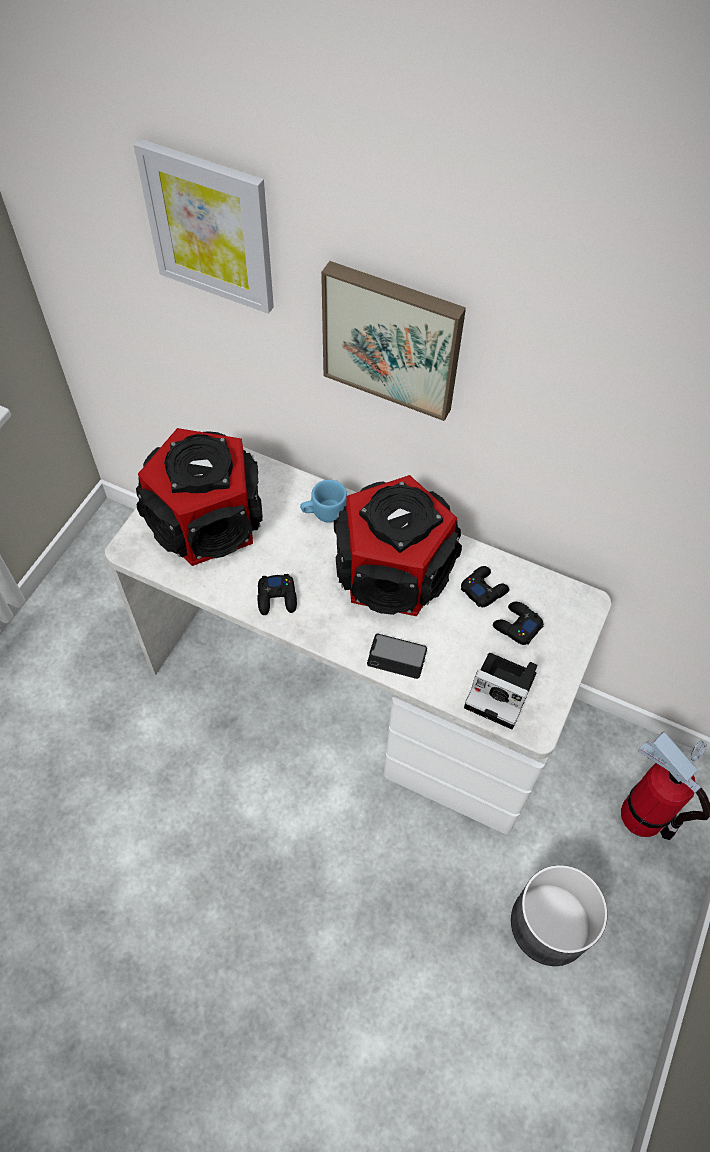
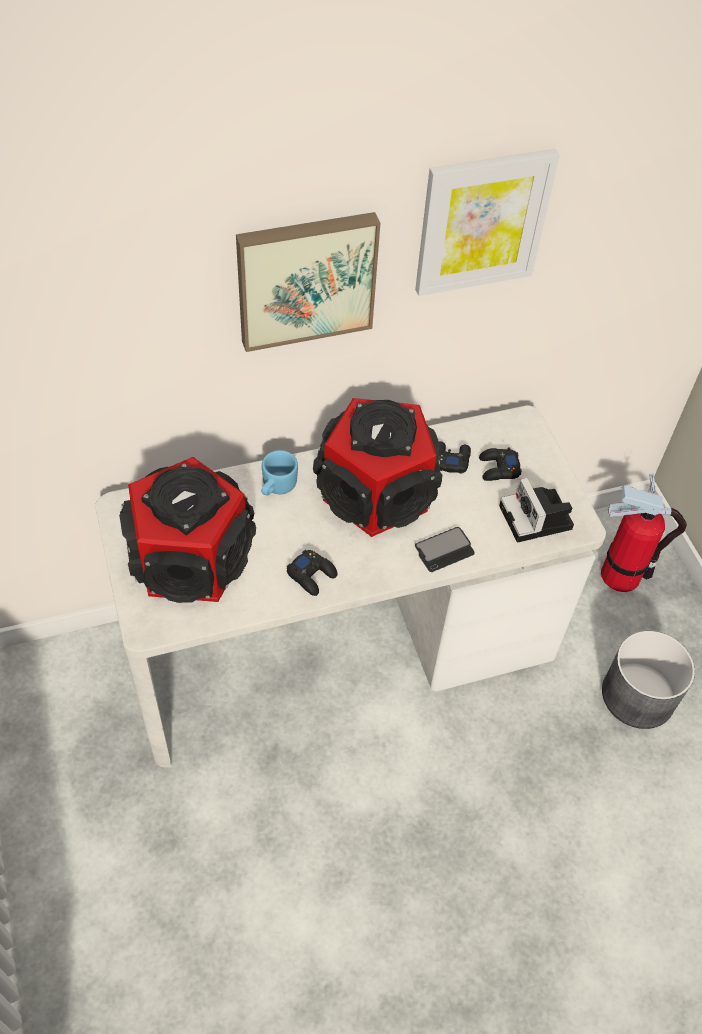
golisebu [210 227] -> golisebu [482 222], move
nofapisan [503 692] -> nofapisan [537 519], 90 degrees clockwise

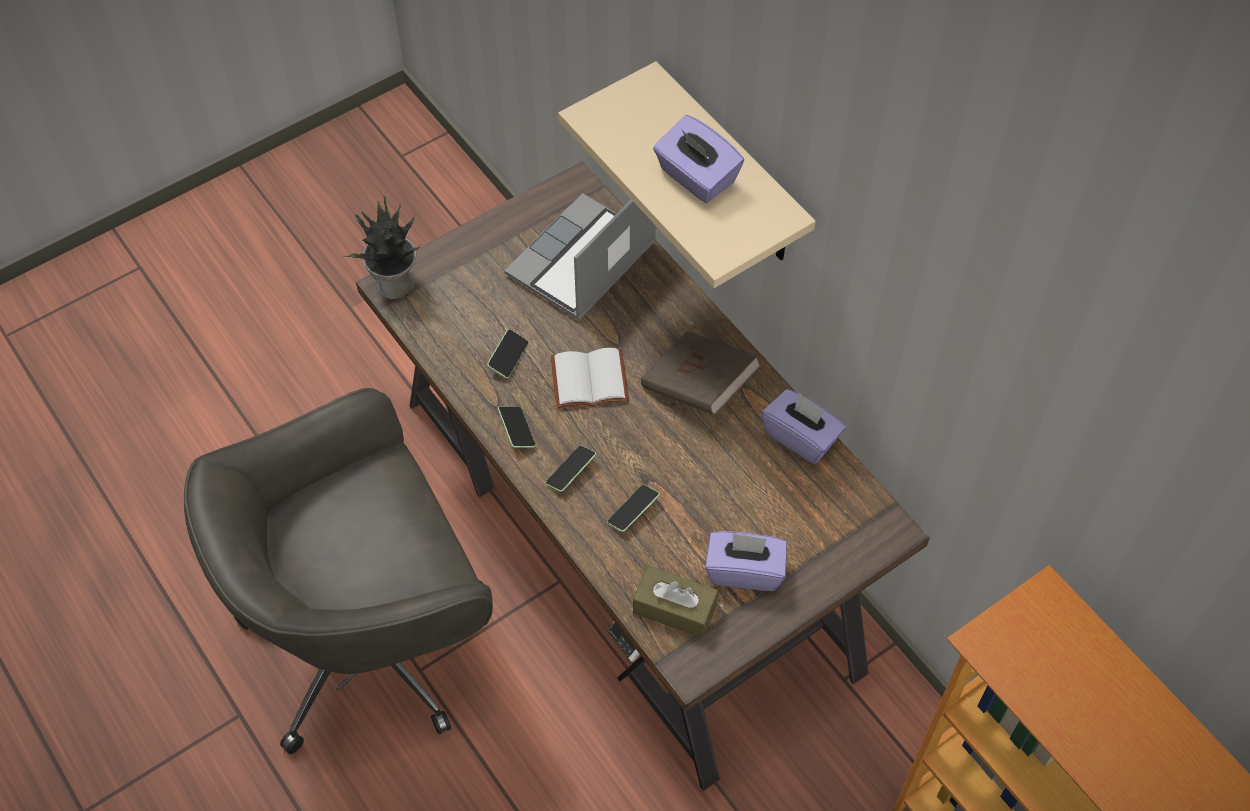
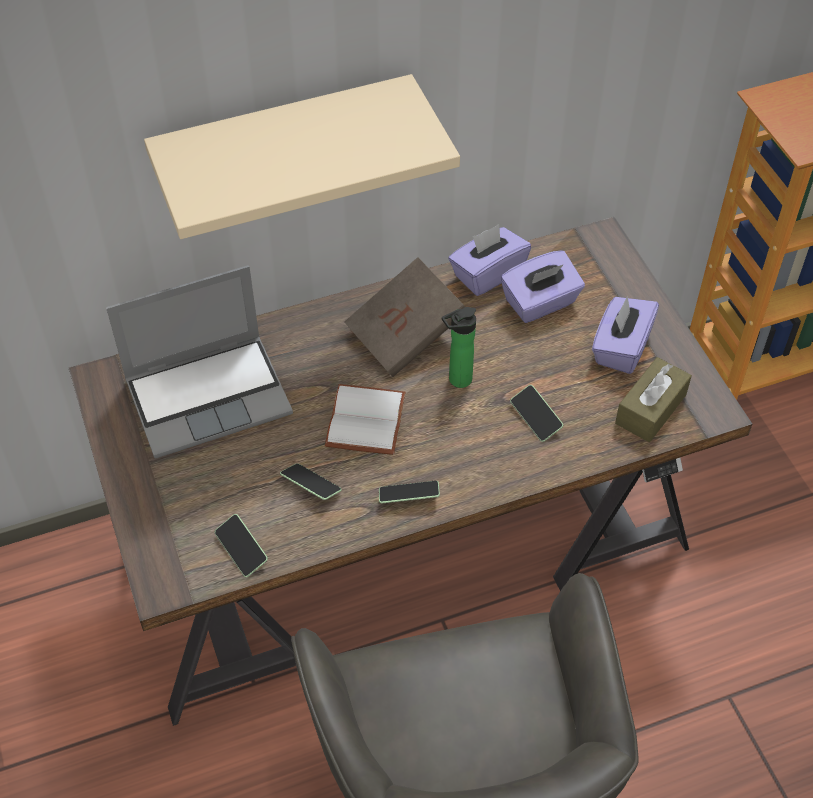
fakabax [395 285] -> none
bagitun [582 262] -> bagitun [210 395], 75 degrees counterclockwise
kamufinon [571 472] -> kamufinon [241 550], move
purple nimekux [696 177] -> purple nimekux [540 303], move
none -> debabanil [457 380]

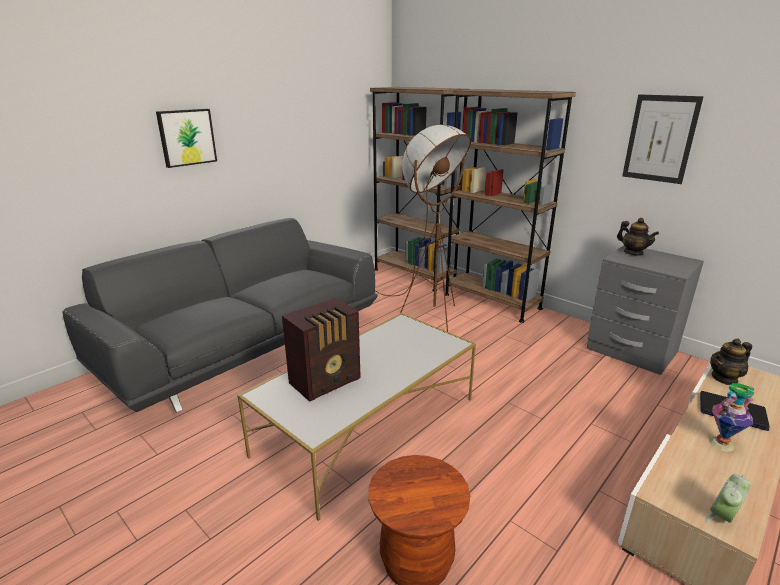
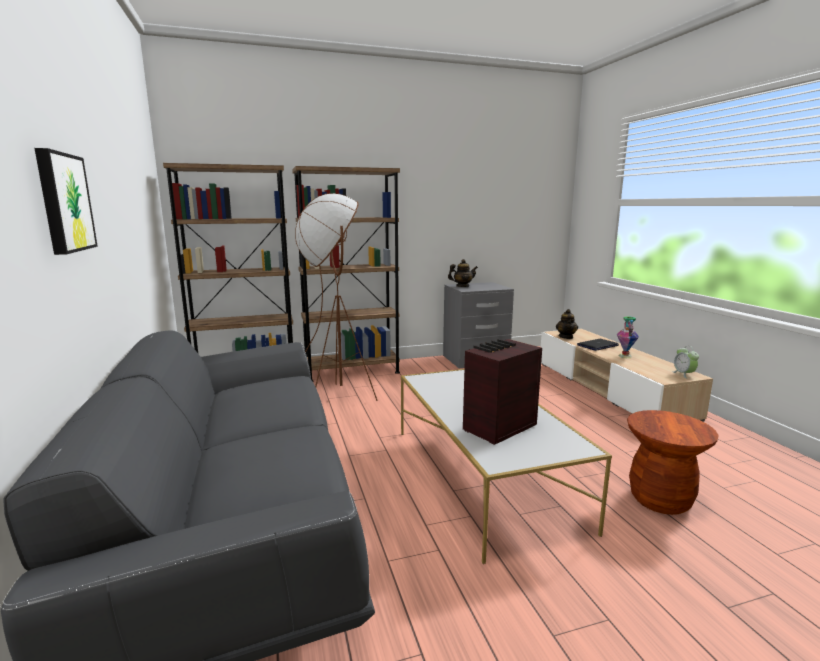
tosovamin [327 381] -> tosovamin [497 428], 120 degrees counterclockwise
golisebu [660 139] -> none

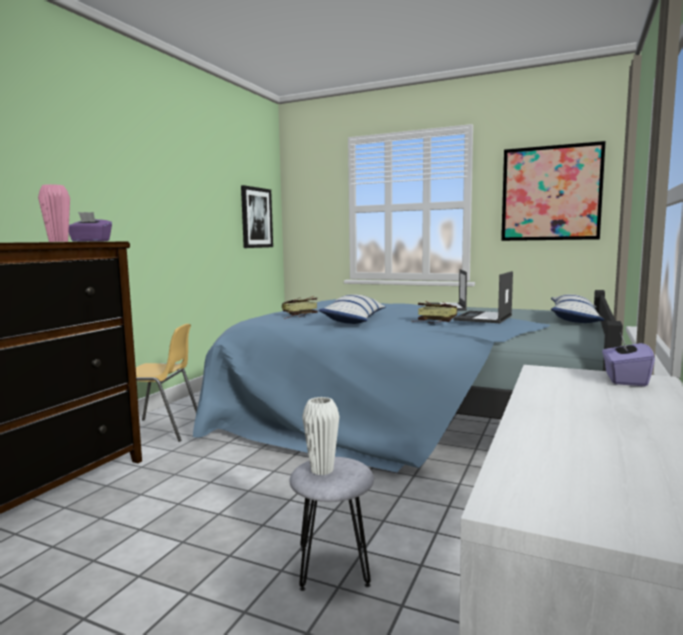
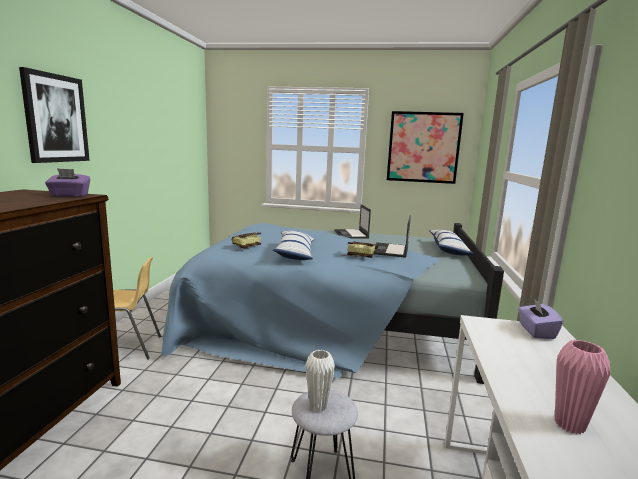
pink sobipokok [58 241] -> pink sobipokok [569 425], move
golisebu [256 217] -> golisebu [55 118], move

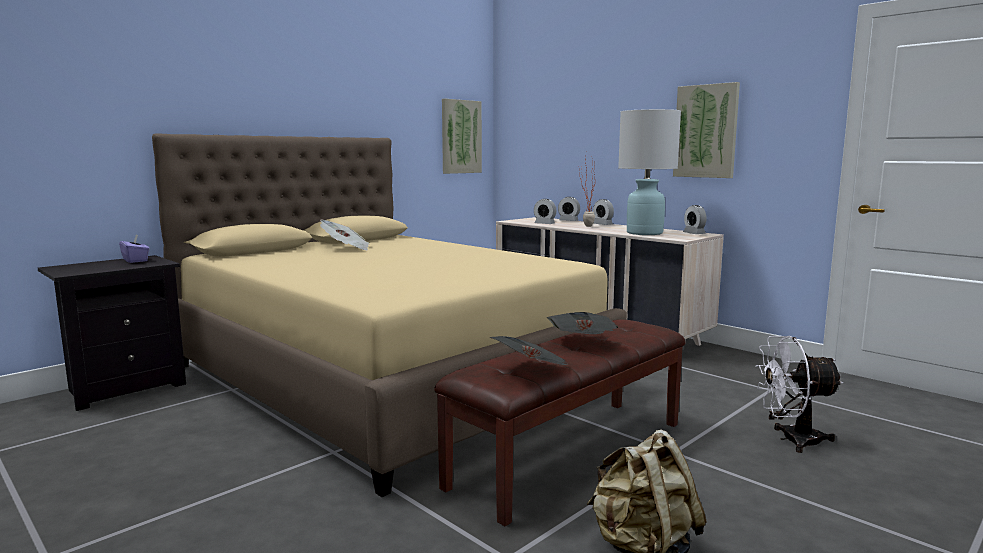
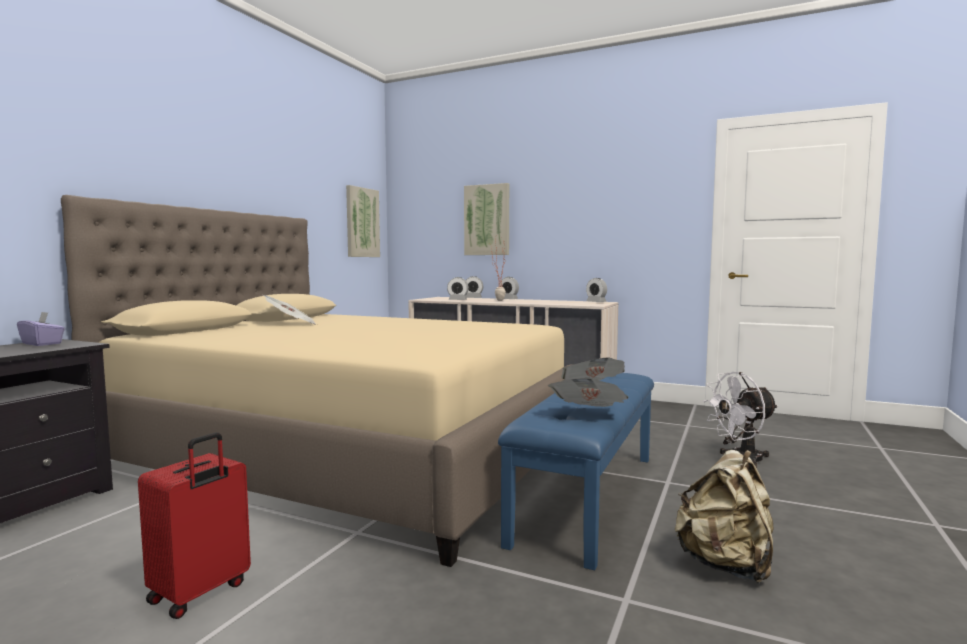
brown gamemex [569 453] -> blue gamemex [586 496]
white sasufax [645 233] -> none
golisebu [706 131] -> golisebu [487 220], move
none -> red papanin [200 593]

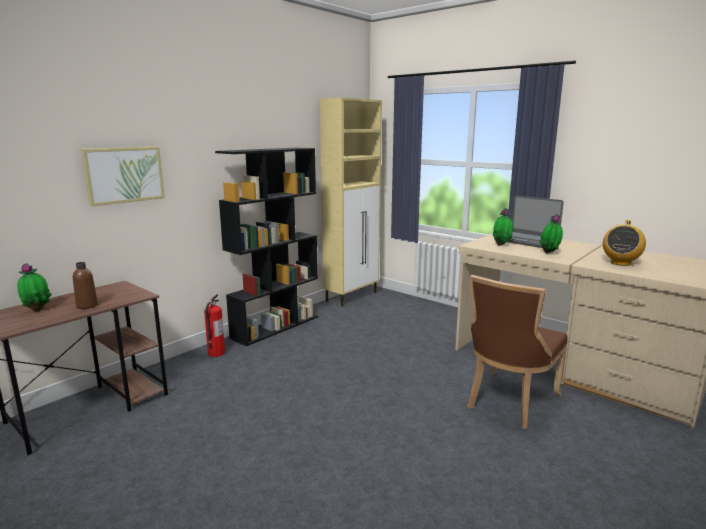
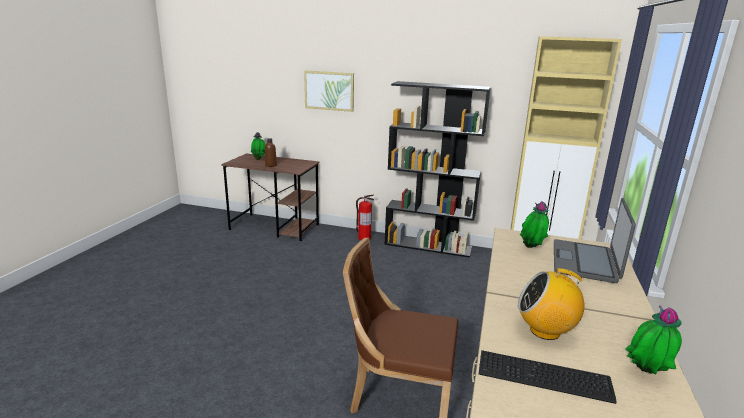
fakabax [549 253] -> fakabax [646 374], move
none -> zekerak [545 377]

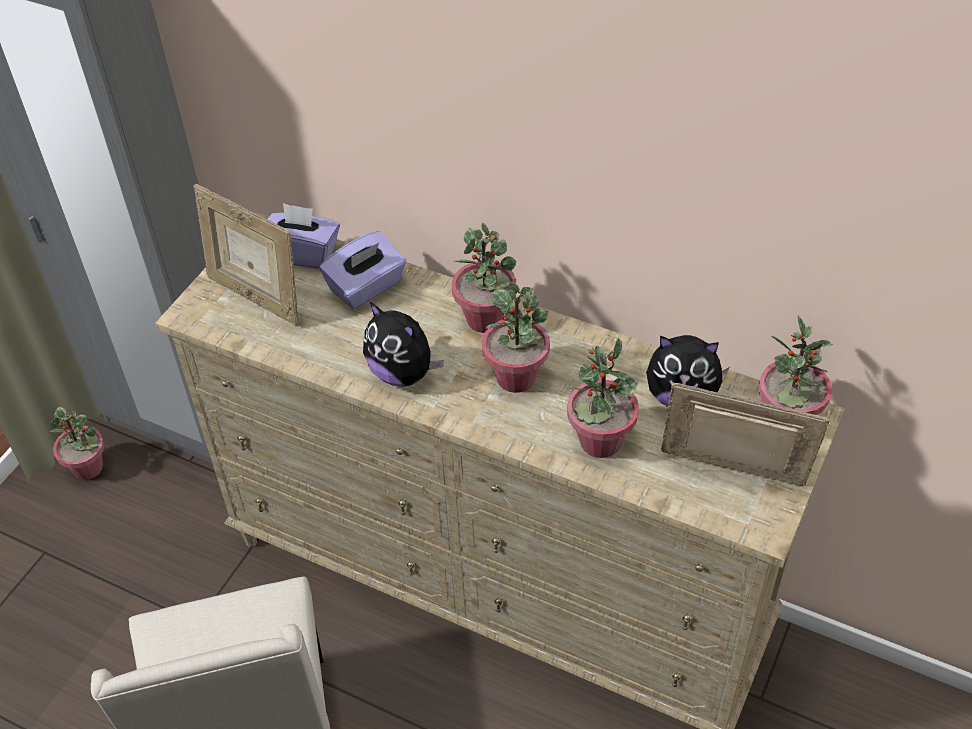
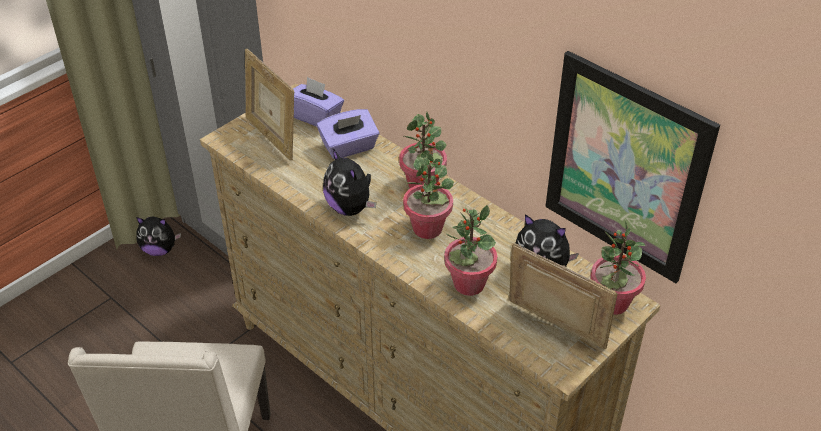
fakabax [88 468] -> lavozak [159 250]
none -> golisebu [625 168]

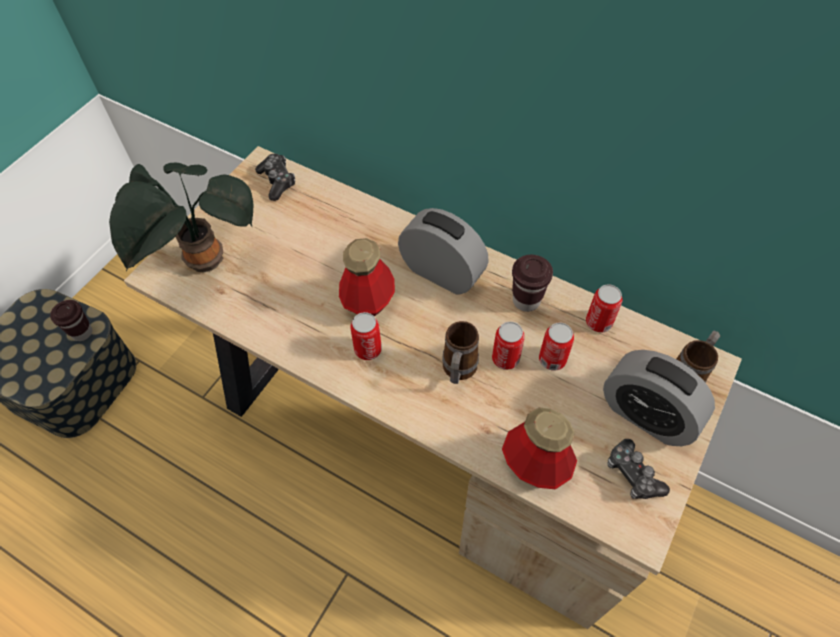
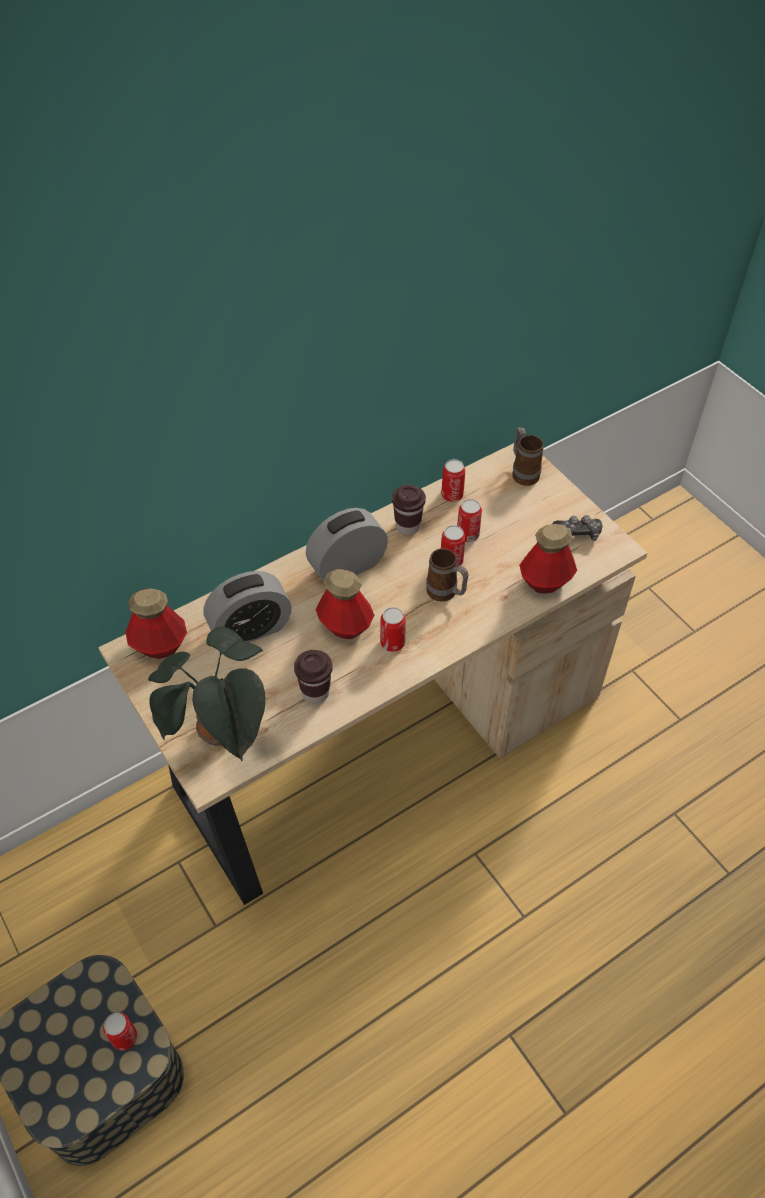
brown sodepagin [82 332] -> brown sodepagin [315 693], move
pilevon [277 181] -> debabanil [160 645]
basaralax [647 415] -> basaralax [250 629], move
none -> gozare [124 1037]

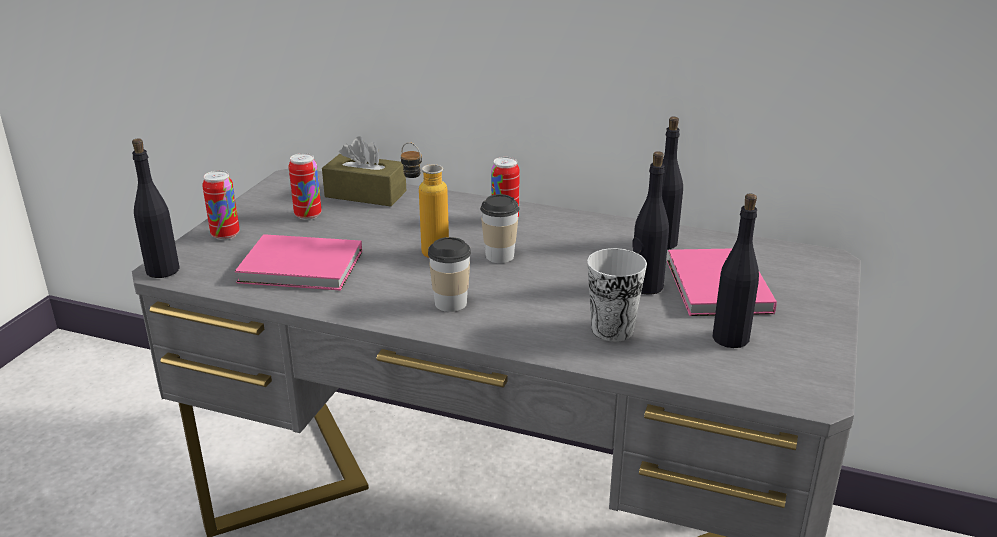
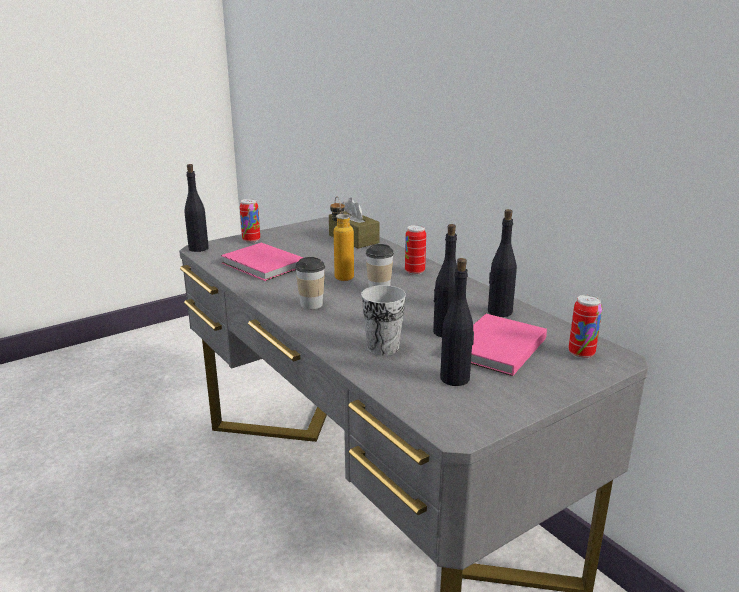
gozare [308 215] -> gozare [581 354], move

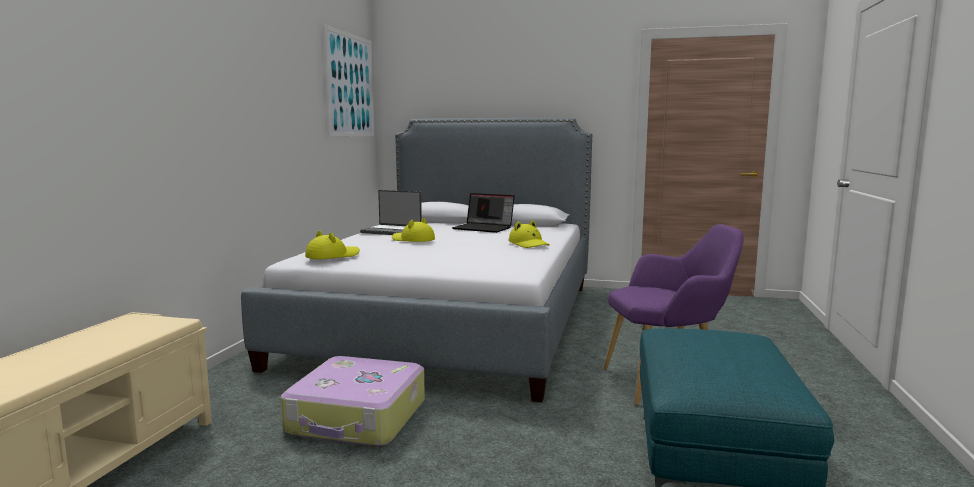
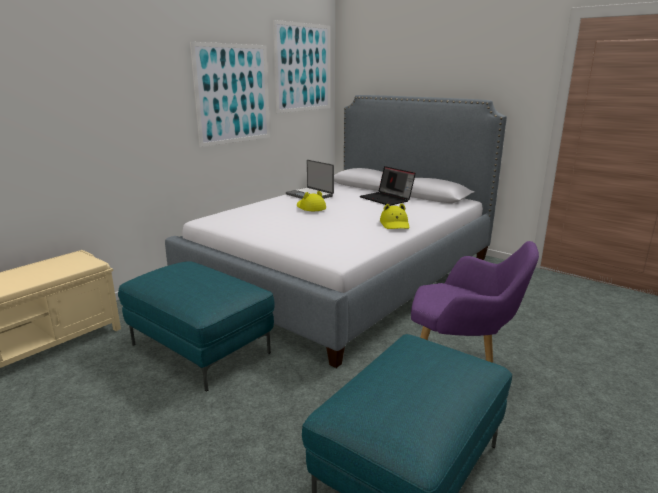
papanin [358 418] -> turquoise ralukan [201 348]
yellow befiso [332 256] -> none
none -> golisebu [233 94]

